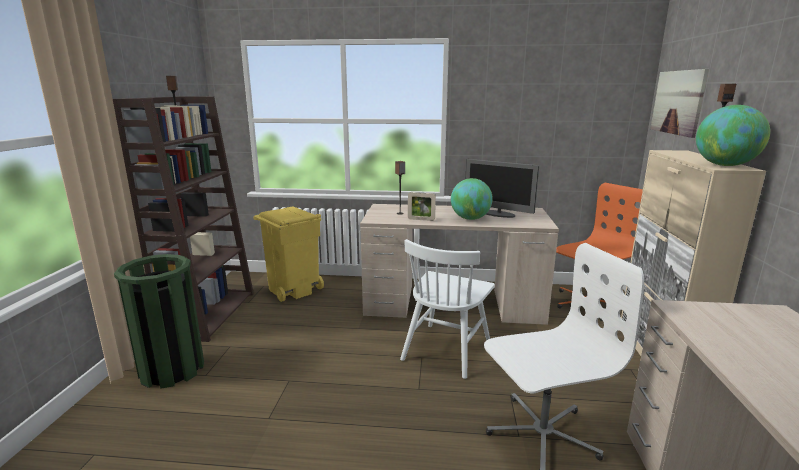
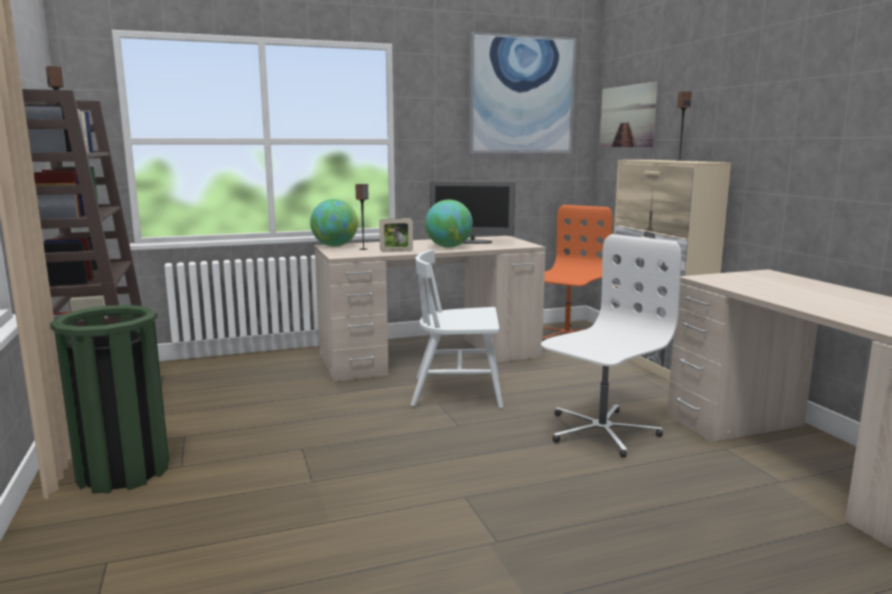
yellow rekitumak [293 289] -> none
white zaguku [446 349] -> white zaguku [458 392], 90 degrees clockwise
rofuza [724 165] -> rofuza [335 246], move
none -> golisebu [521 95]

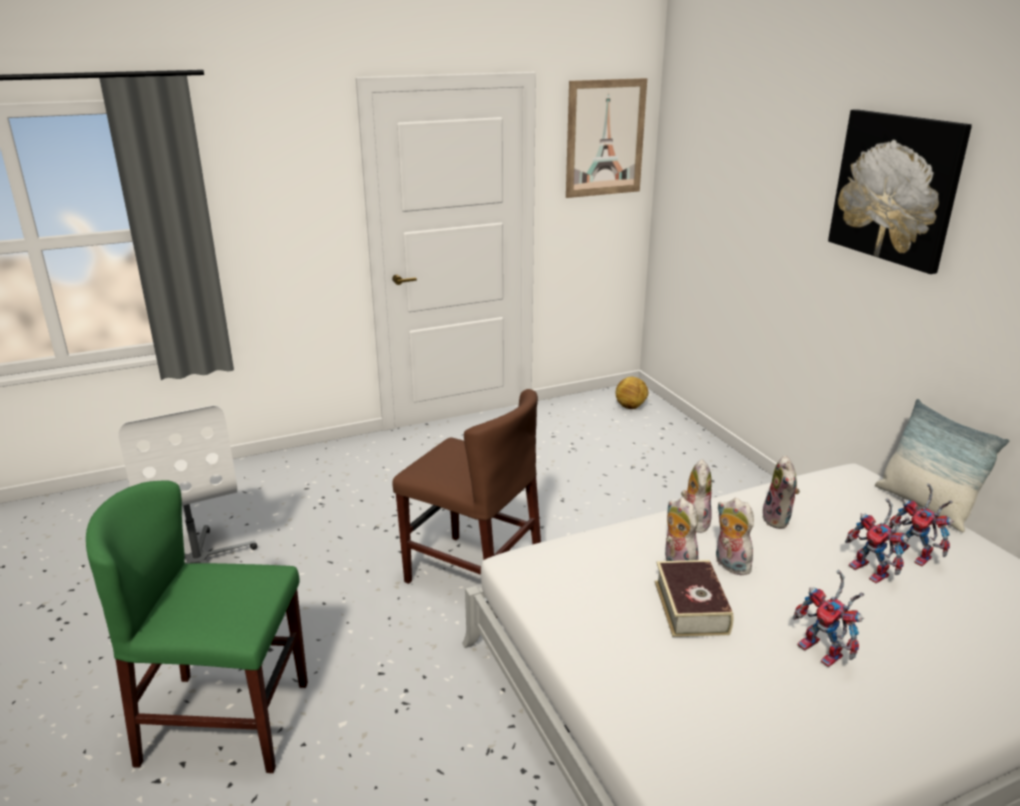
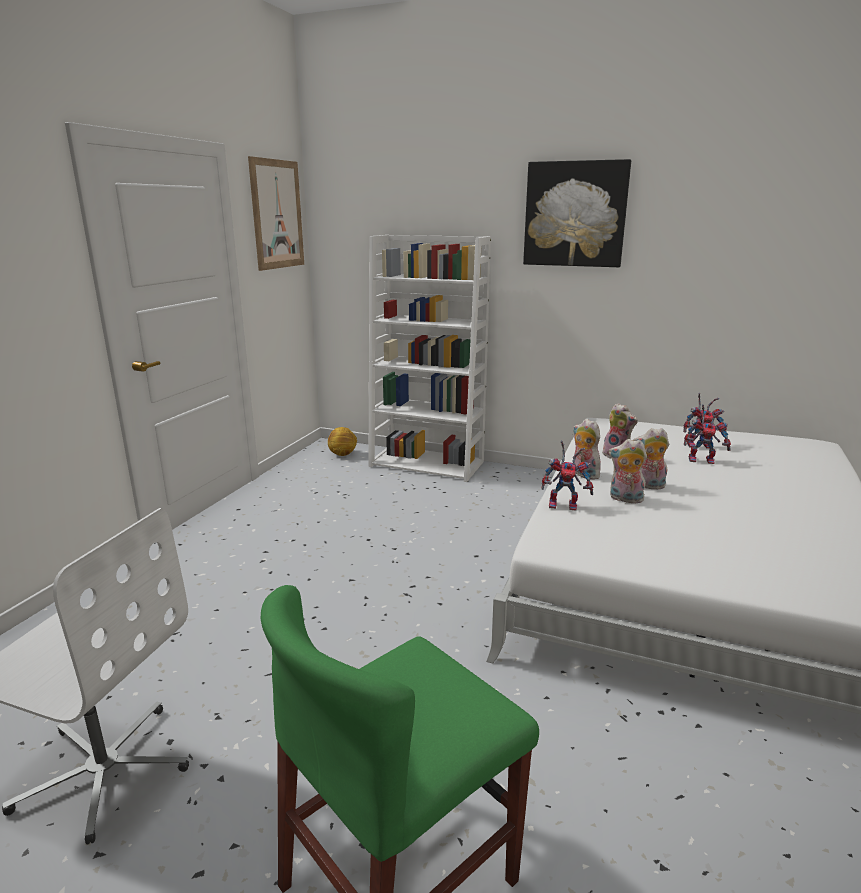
brown zaguku [473 574] -> none
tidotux [691 607] -> none
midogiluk [825 652] -> midogiluk [565 505], move
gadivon [924 506] -> none
none -> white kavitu [428 464]

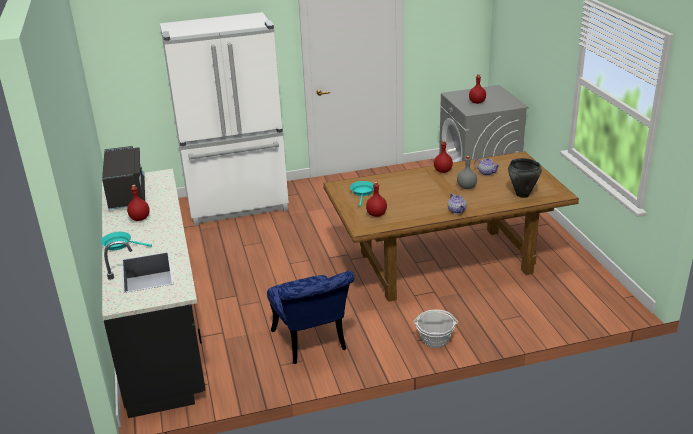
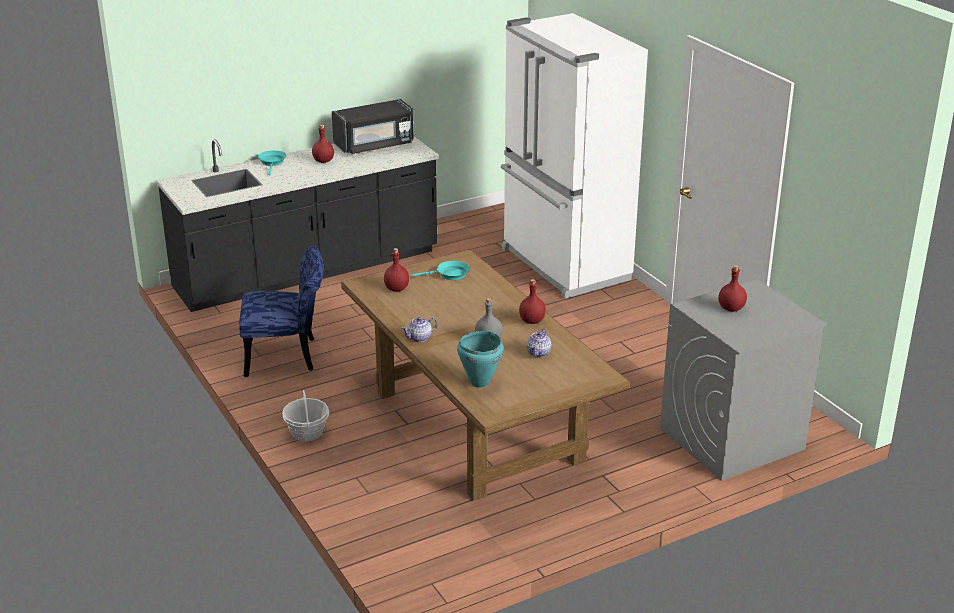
blue zaguku [312 344] -> blue zaguku [288 356], 150 degrees counterclockwise
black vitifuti [522 195] -> turquoise vitifuti [479 382]

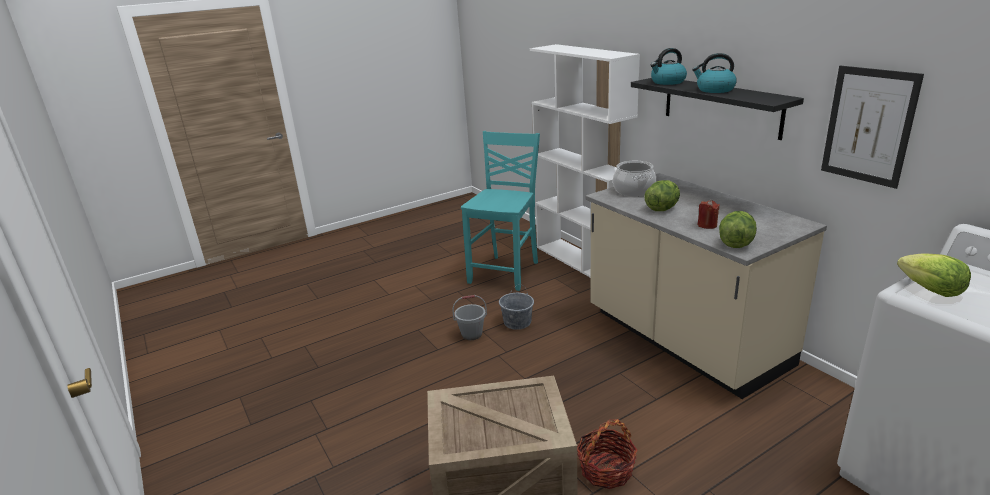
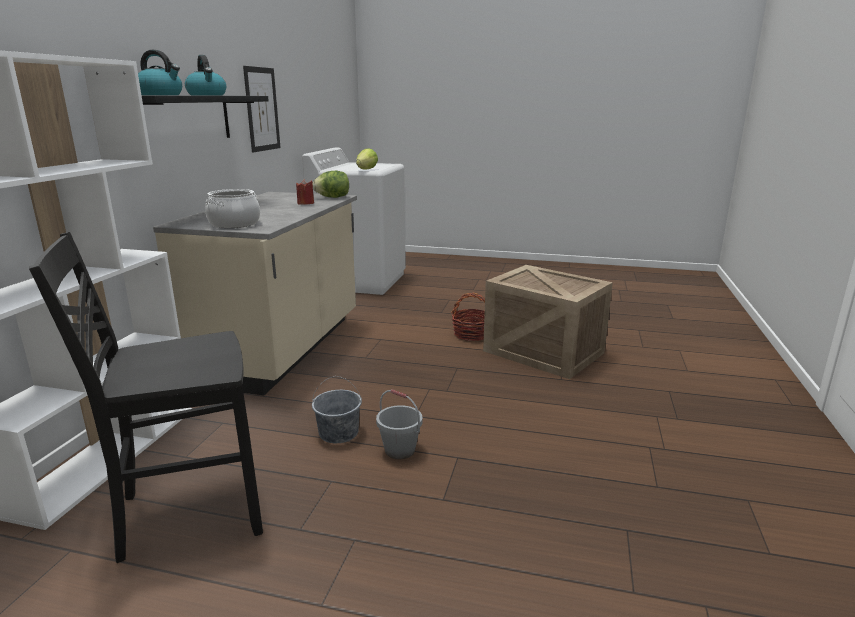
turquoise zaguku [506 272] -> black zaguku [188 512]
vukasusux [662 208] -> none

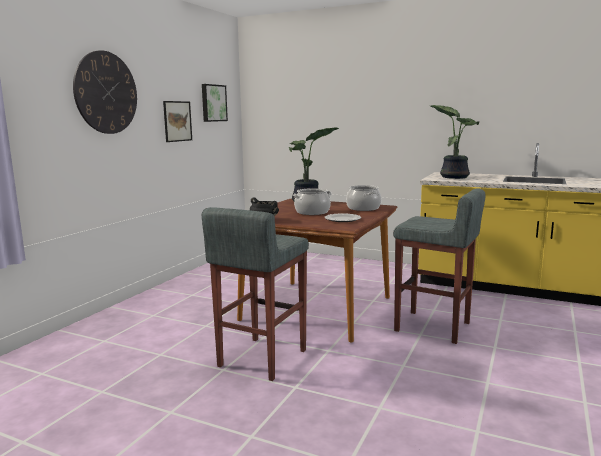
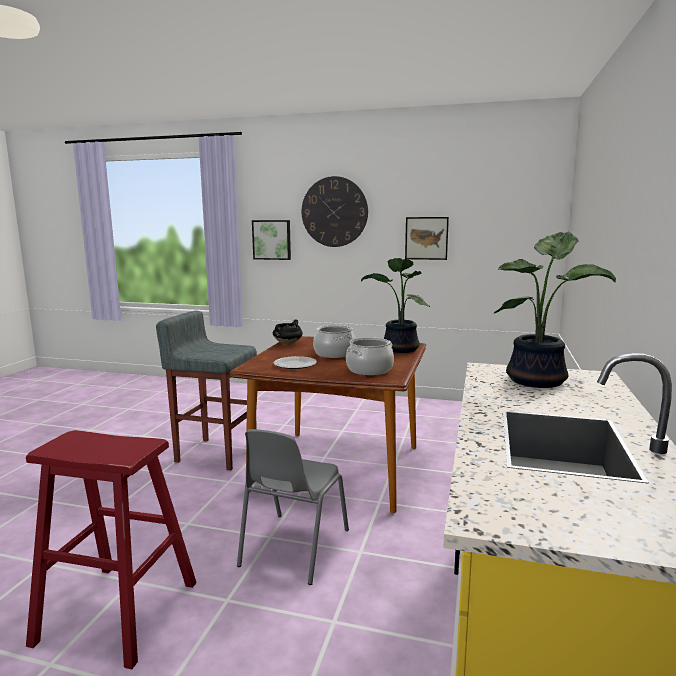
golisebu [213 103] -> golisebu [272 239], move
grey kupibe [433 327] -> grey zaguku [293 548]
none -> red kupibe [117 612]

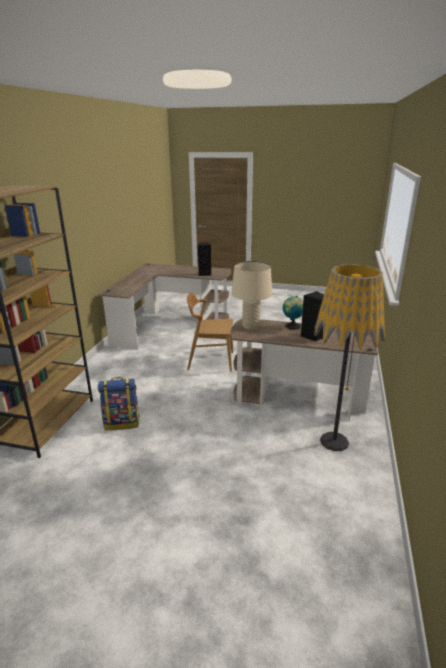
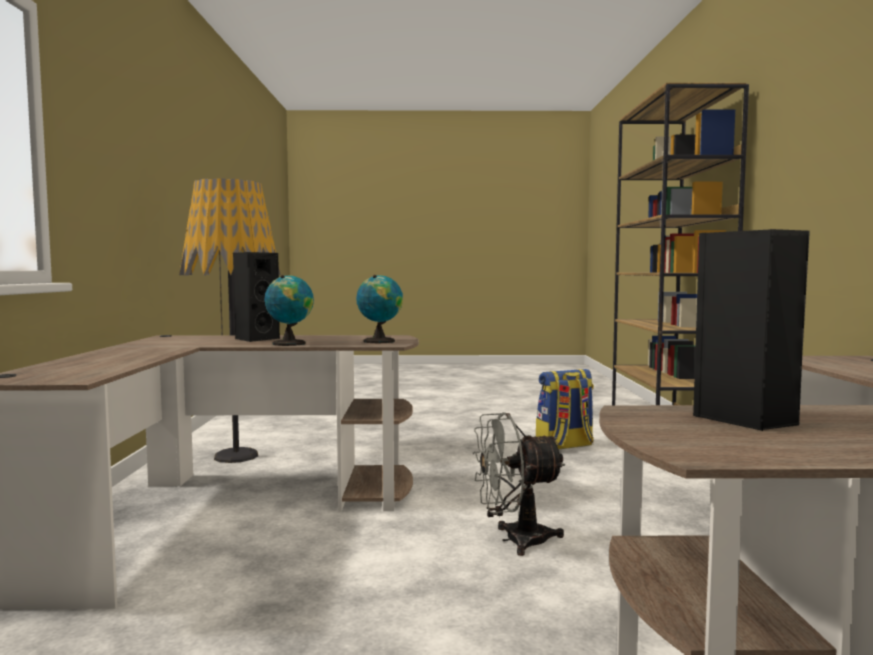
brown zaguku [210 361] -> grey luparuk [515 540]
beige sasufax [250 326] -> rofuza [380 341]

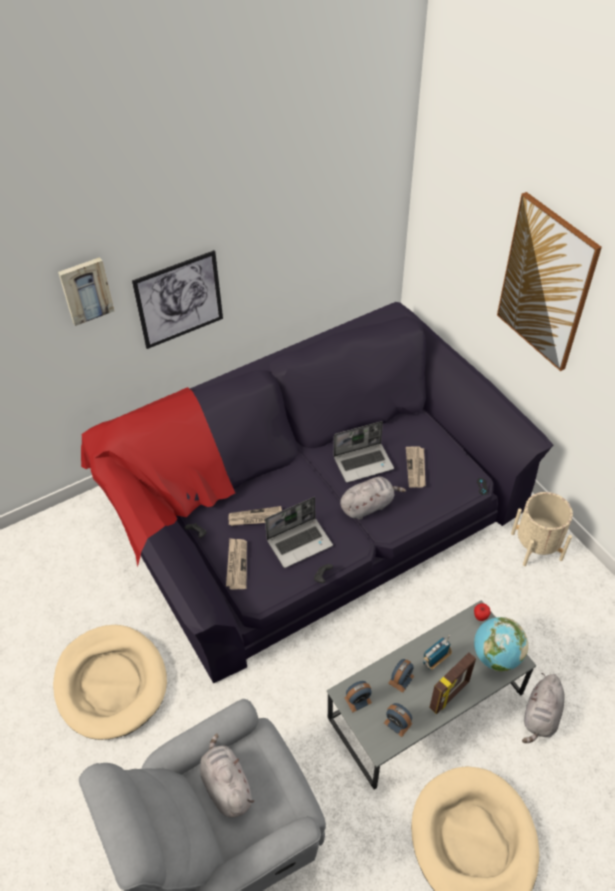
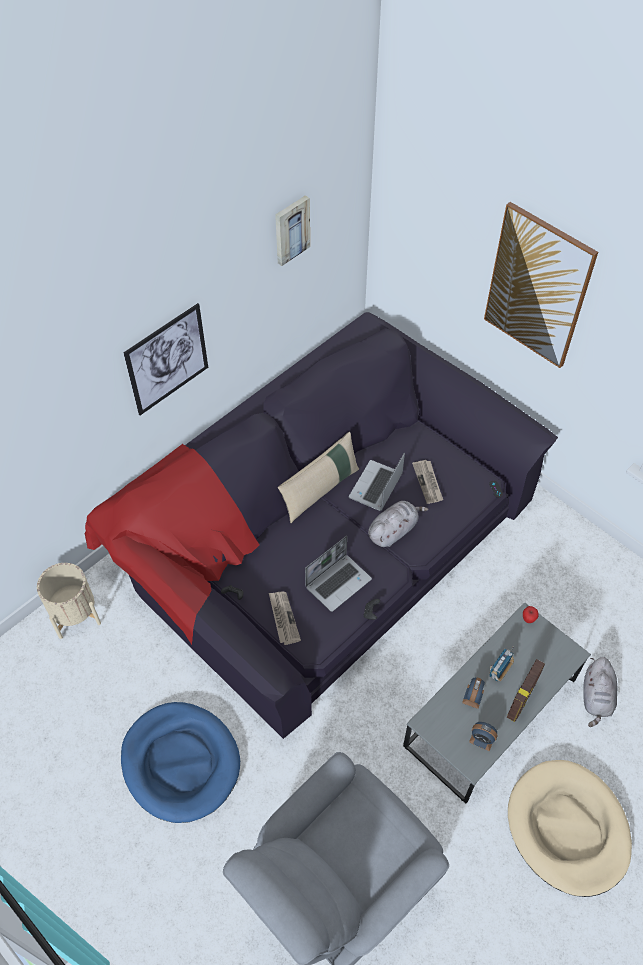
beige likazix [111 683] -> blue likazix [181 762]
golisebu [86 290] -> golisebu [291 229], move
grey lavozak [226 785] -> none
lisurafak [255 518] -> none
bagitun [364 463] -> bagitun [376 487], 150 degrees clockwise
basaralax [358 700] -> none
rofuza [496 656] -> none
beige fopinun [536 546] -> beige fopinun [75 614], move
none -> beige gadivon [320 490]

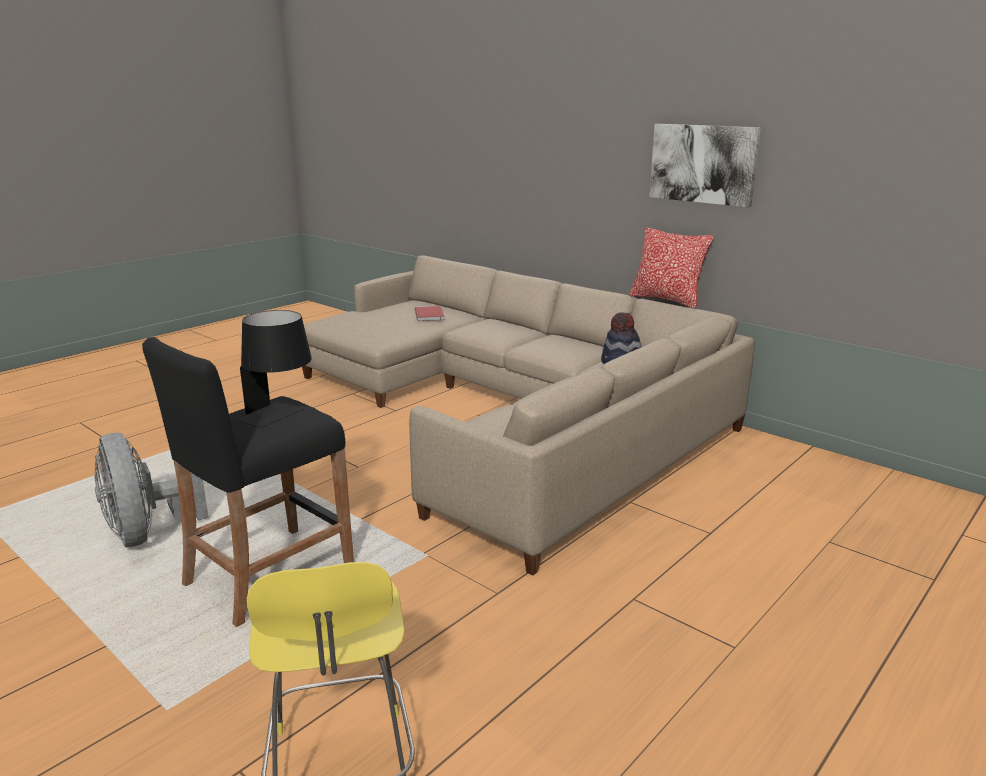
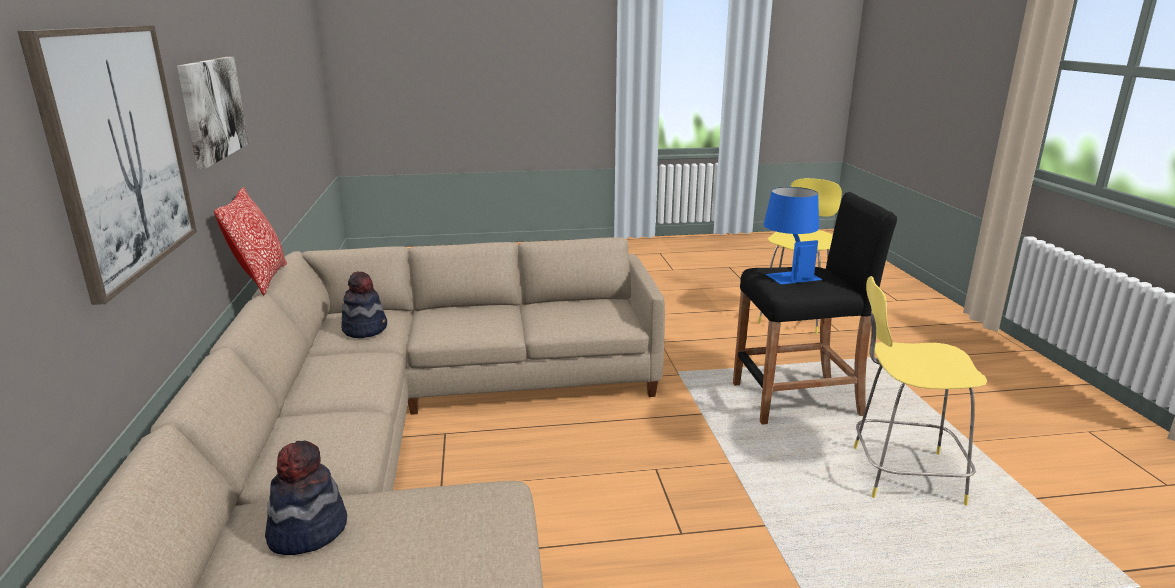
grey luparuk [148 533] -> yellow kupibe [901 474]
black sasufax [280 416] -> blue sasufax [787 273]
red tidotux [430 315] -> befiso [307 531]
none -> golisebu [119 152]

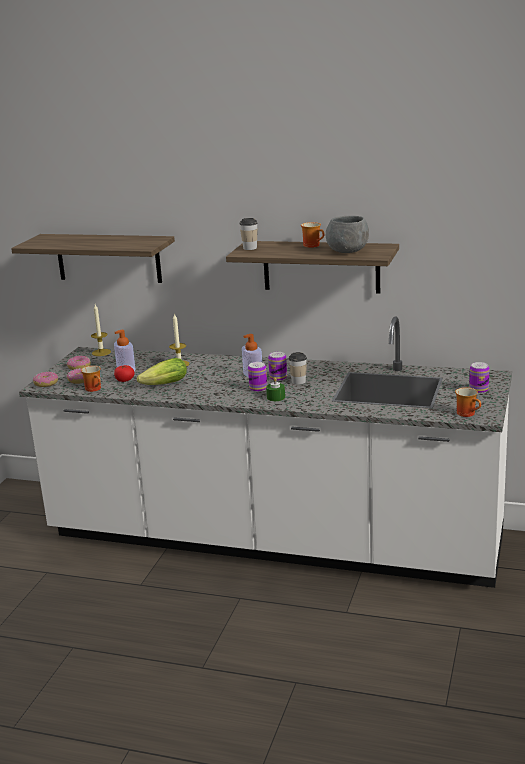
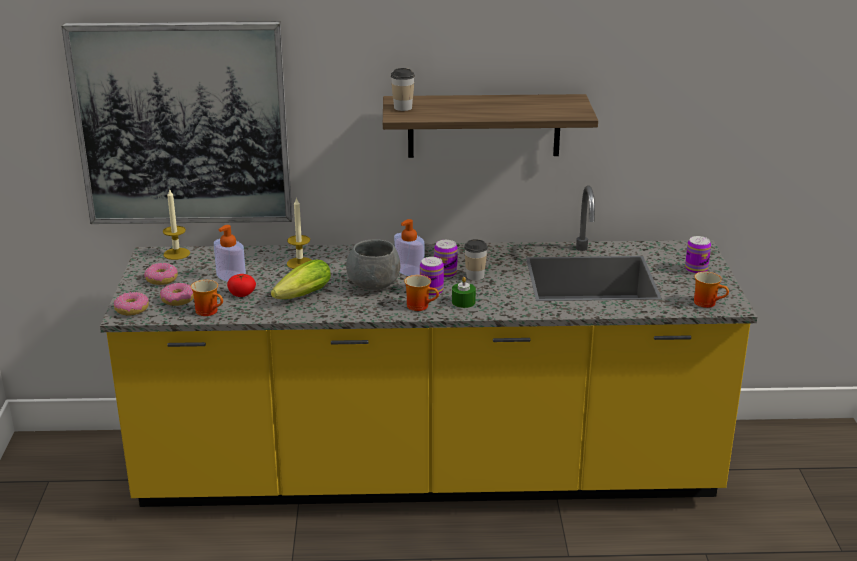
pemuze [108 258] -> golisebu [183 124]
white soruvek [272 540] -> yellow soruvek [428 473]
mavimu [313 245] -> mavimu [420 306], move
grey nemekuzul [347 251] -> grey nemekuzul [374 285], move

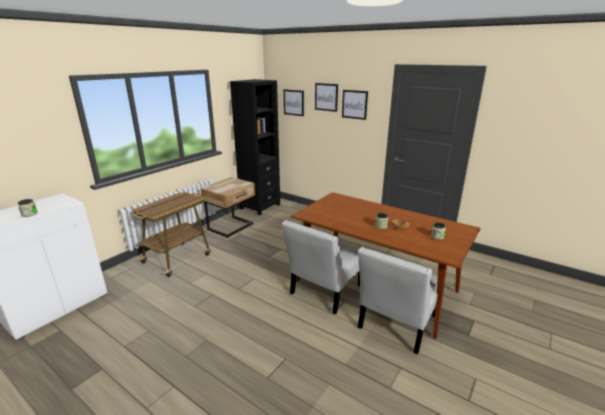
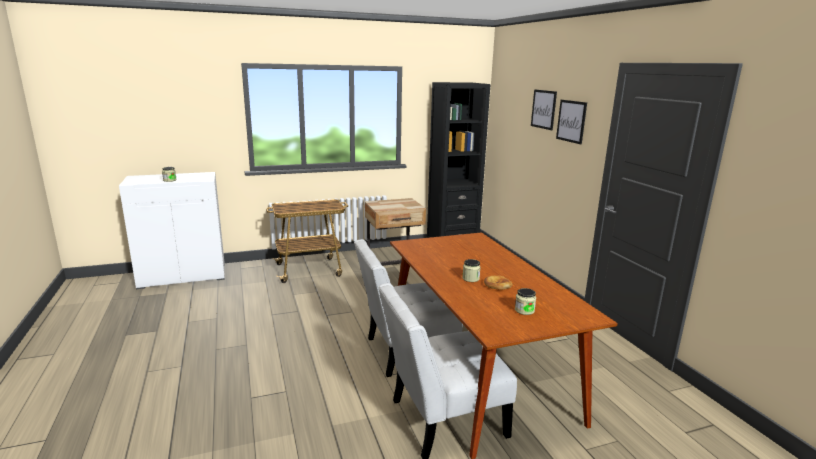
golisebu [293 102] -> none

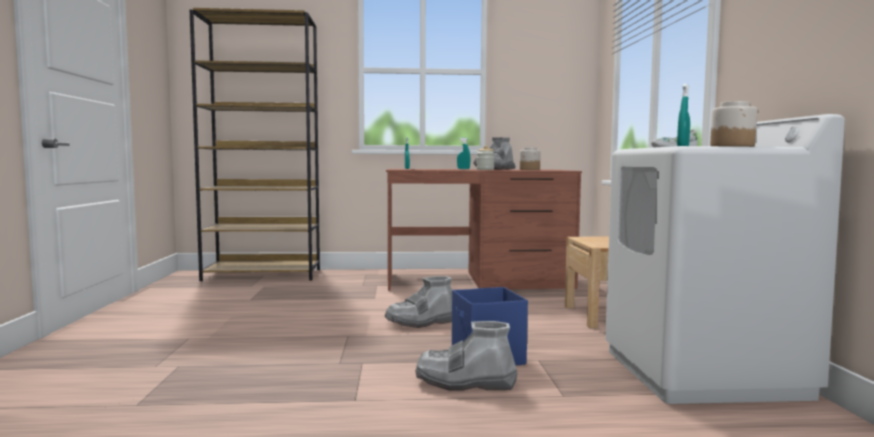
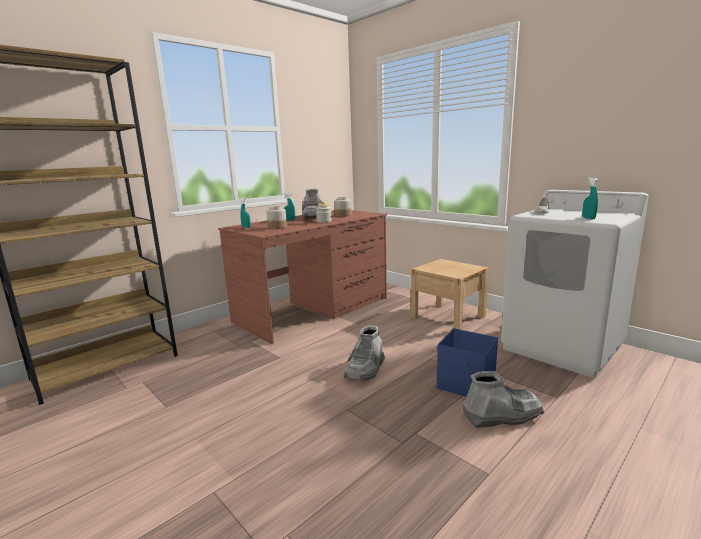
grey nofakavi [465 382] -> grey nofakavi [501 415], 150 degrees counterclockwise
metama [732 146] -> metama [277 227], move

